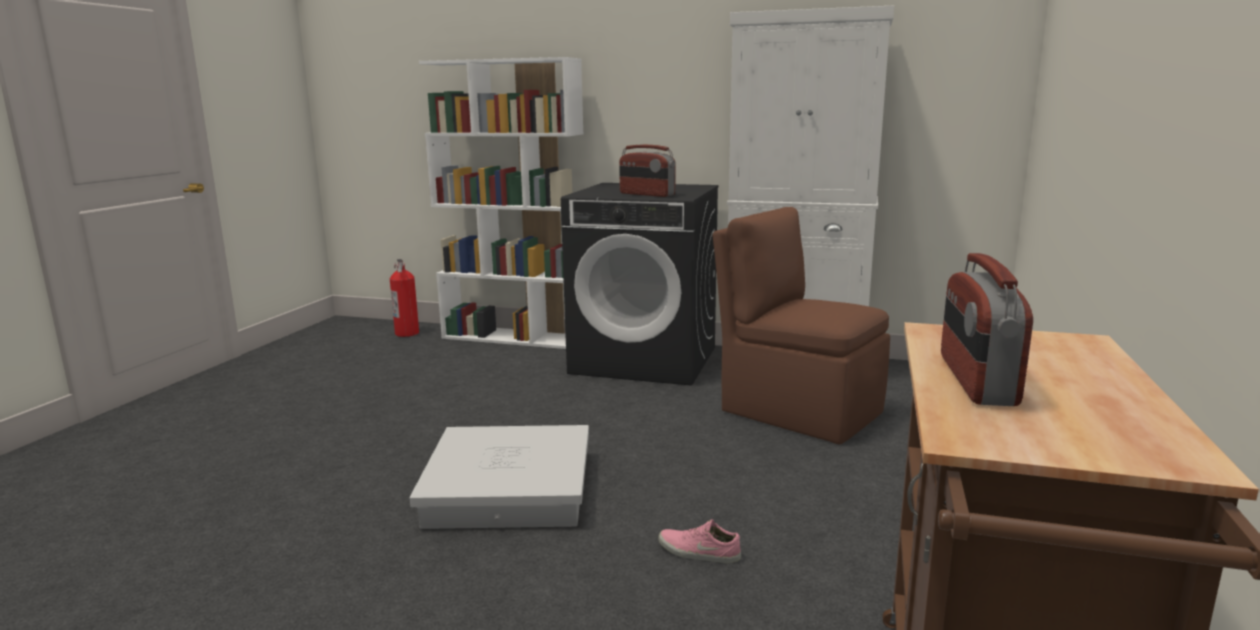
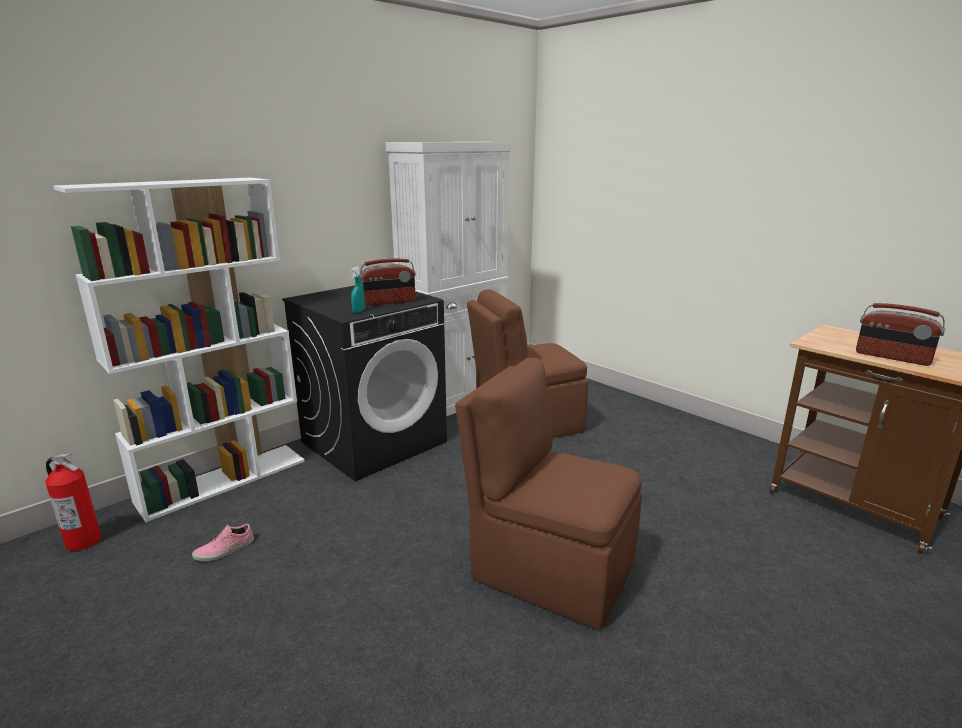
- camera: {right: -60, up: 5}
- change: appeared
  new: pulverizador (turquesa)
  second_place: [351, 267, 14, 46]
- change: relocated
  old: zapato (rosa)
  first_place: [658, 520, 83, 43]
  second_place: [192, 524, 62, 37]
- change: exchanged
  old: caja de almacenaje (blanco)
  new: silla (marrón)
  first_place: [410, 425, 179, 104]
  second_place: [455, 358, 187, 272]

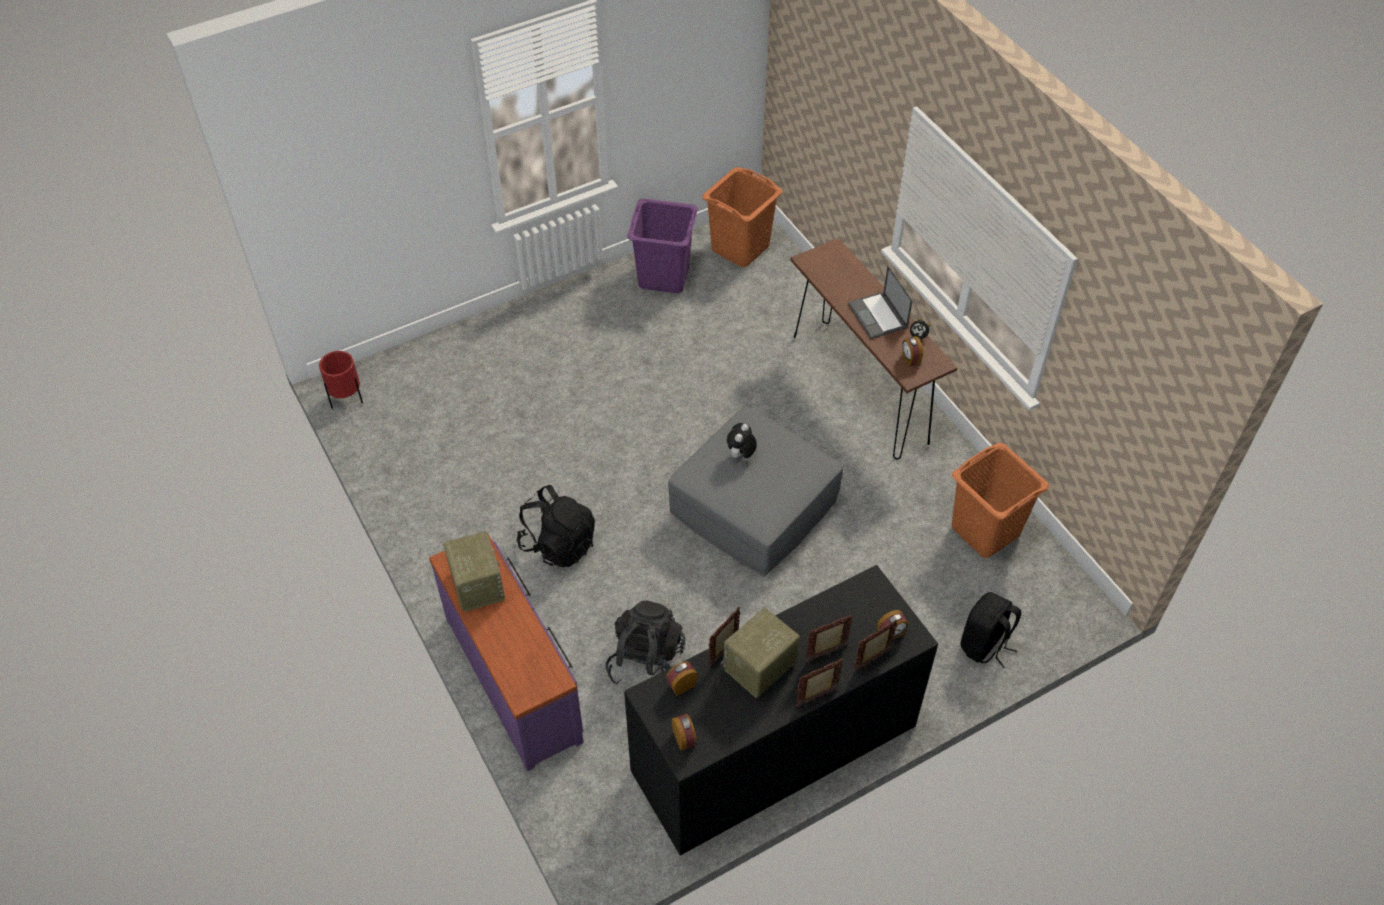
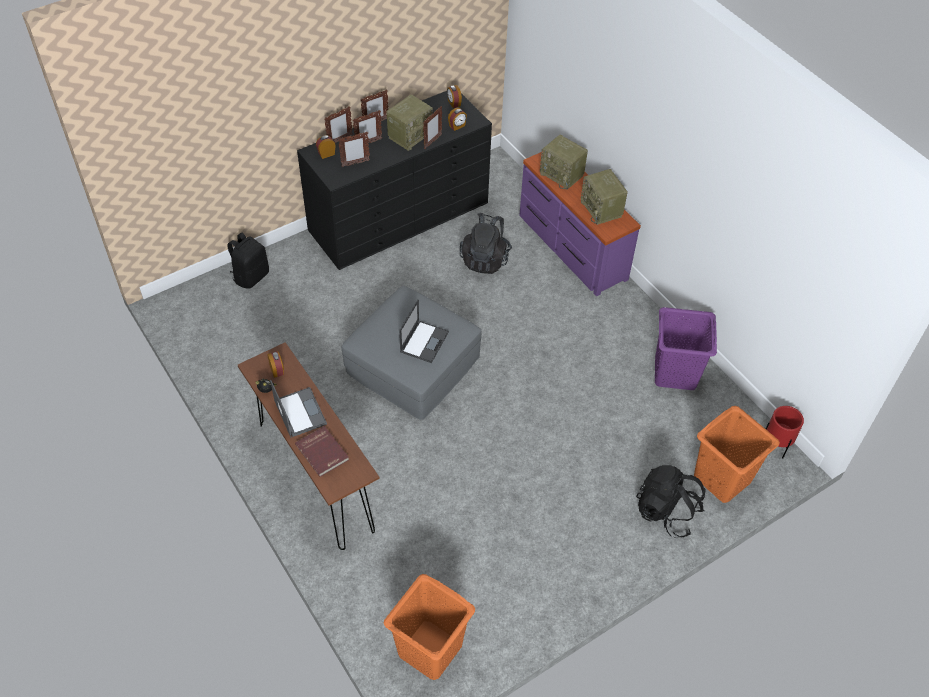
- camera: {right: 175, up: 0}
- change: appeared
  new: libro (rojo)
  second_place: [295, 426, 54, 51]
- change: appeared
  new: portarretratos
  second_place: [338, 132, 32, 35]
- change: appeared
  new: radio
  second_place: [540, 135, 48, 55]
- change: relocated
  old: mochila (negro)
  first_place: [516, 485, 79, 82]
  second_place: [636, 465, 70, 72]
- change: relocated
  old: cesto de la ropa (morado)
  first_place: [627, 198, 71, 95]
  second_place: [655, 307, 62, 83]
- change: relocated
  old: cesto de la ropa (naranja)
  first_place: [952, 443, 97, 115]
  second_place: [694, 406, 86, 97]
- change: exchanged
  old: peluche
  new: portátil
  first_place: [727, 423, 30, 36]
  second_place: [399, 299, 50, 64]

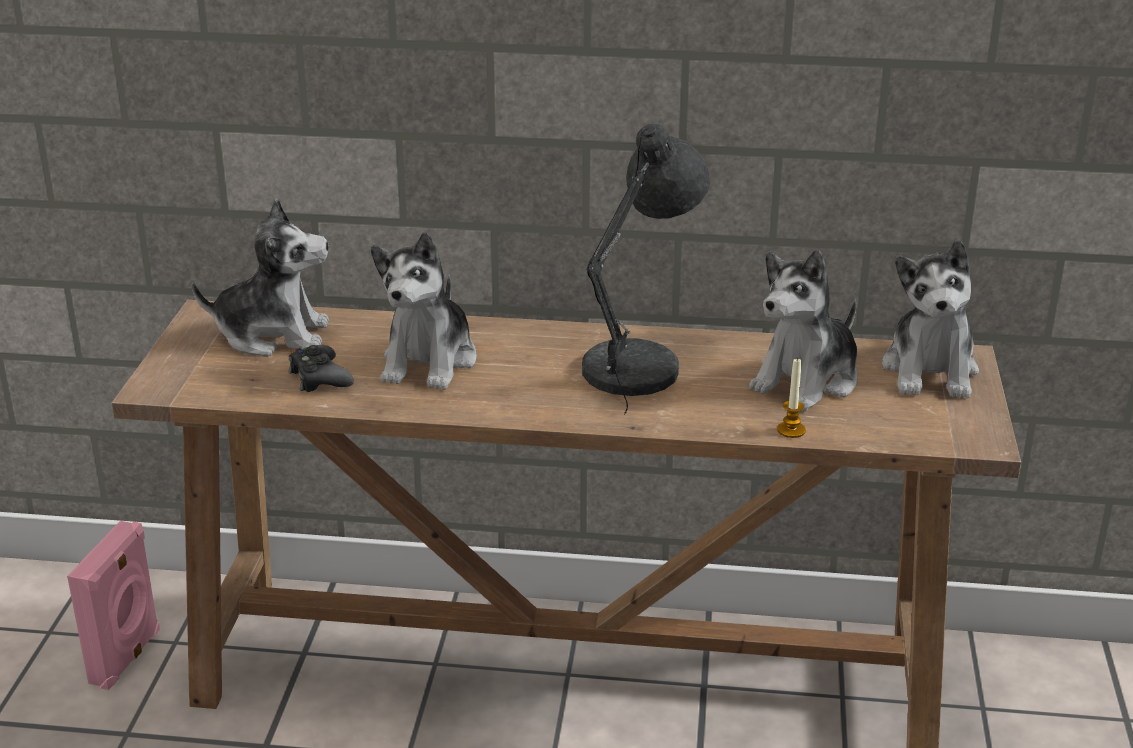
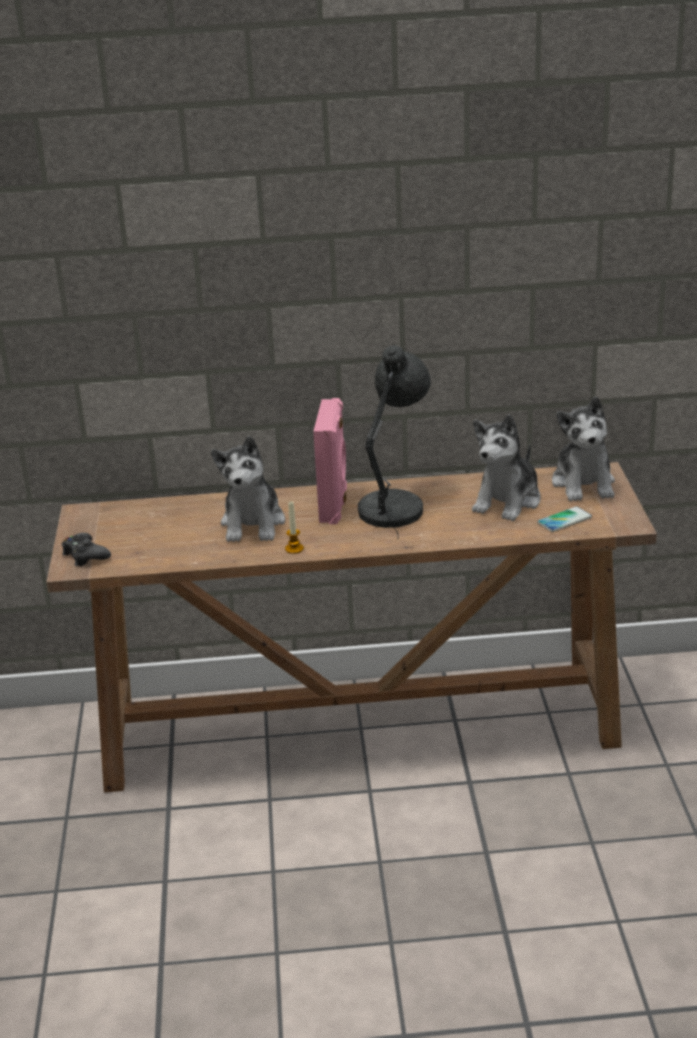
- camera: {right: -10, up: 0}
- change: missing
  old: peluche
  first_place: [192, 198, 137, 159]
- change: appeared
  new: móvil
  second_place: [537, 506, 55, 26]
- change: relocated
  old: altavoz (rosa)
  first_place: [67, 521, 93, 169]
  second_place: [313, 398, 34, 126]
- change: relocated
  old: mando de consola (negro)
  first_place: [288, 345, 66, 47]
  second_place: [62, 533, 49, 33]
- change: relocated
  old: vela
  first_place: [777, 357, 29, 81]
  second_place: [285, 502, 19, 52]

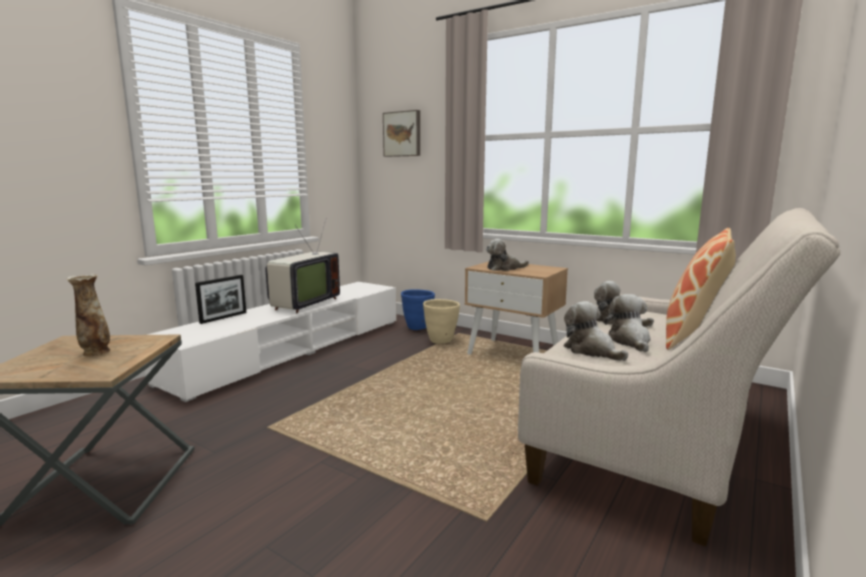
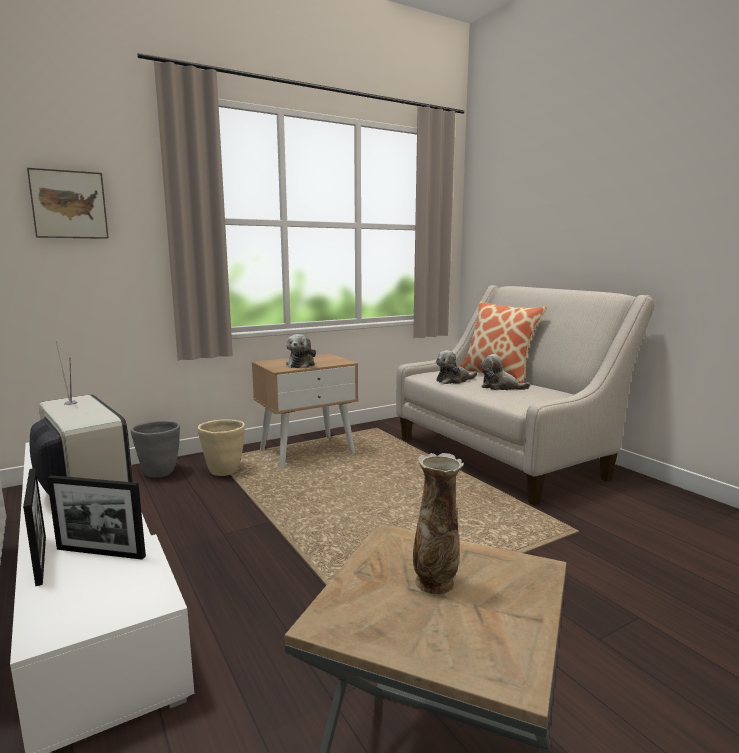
- camera: {right: -65, up: 0}
- change: missing
  old: peluche
  first_place: [564, 301, 64, 60]
- change: appeared
  new: portarretratos
  second_place: [47, 475, 99, 85]
- change: colour
  old: maceta (azul)
  new: maceta (gris)
  first_place: [401, 289, 34, 41]
  second_place: [131, 421, 49, 57]

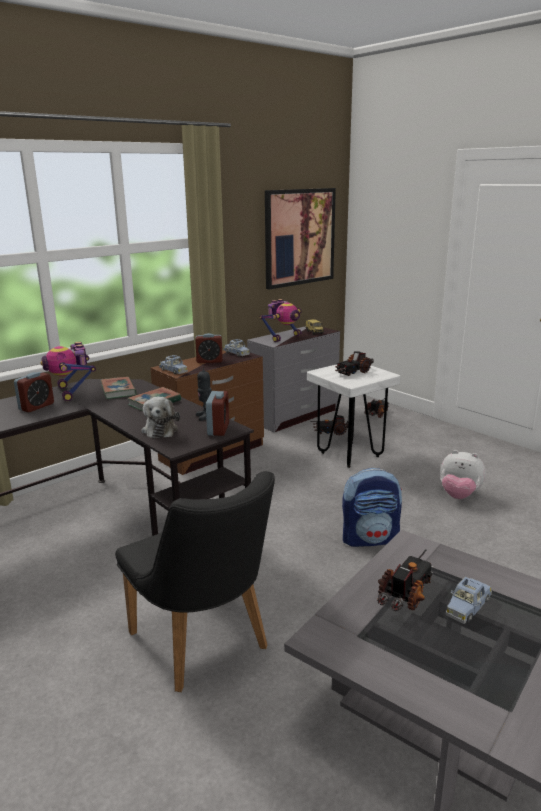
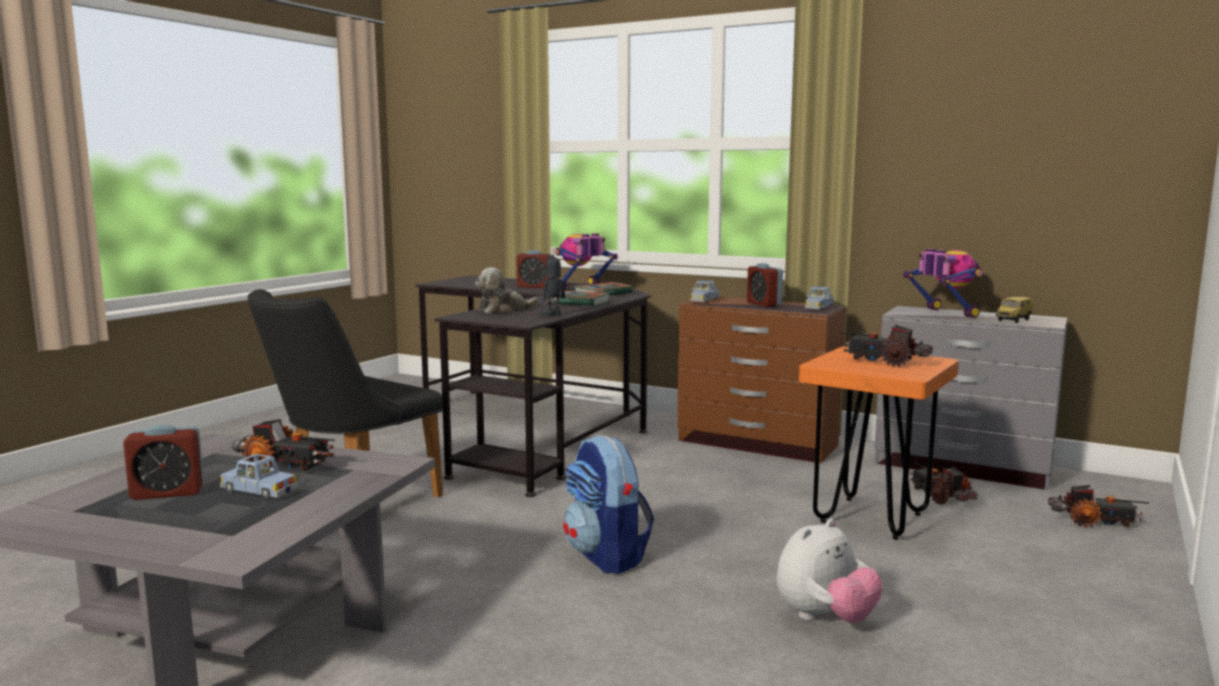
- camera: {right: 70, up: -10}
- change: missing
  old: cuadro
  first_place: [265, 188, 71, 101]
- change: relocated
  old: despertador
  first_place: [206, 391, 23, 45]
  second_place: [123, 425, 81, 75]
- change: colour
  old: taburete (blanco)
  new: taburete (naranja)
  first_place: [307, 365, 93, 103]
  second_place: [799, 347, 160, 193]
- change: spun
  old: robot de juguete
  first_place: [259, 299, 43, 43]
  second_place: [903, 249, 79, 69]
  degrees: -135
- change: spun
  old: peluche
  first_place: [441, 450, 45, 49]
  second_place: [777, 519, 106, 104]
  degrees: -135

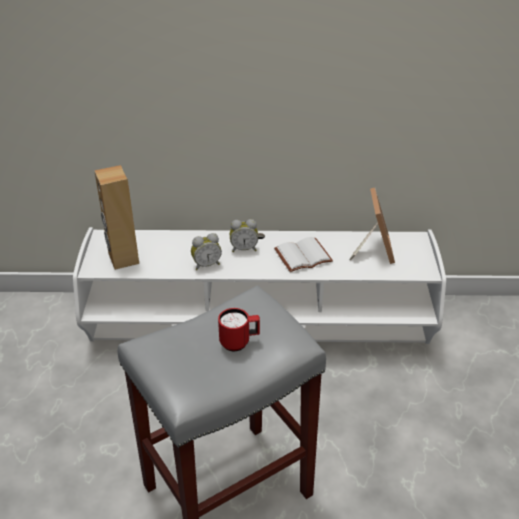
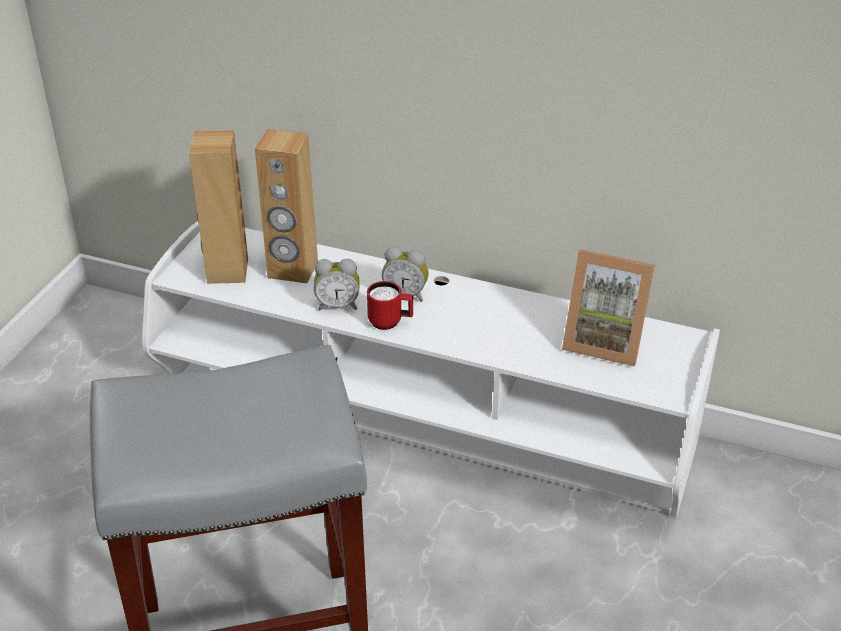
- camera: {right: 20, up: 0}
- change: missing
  old: libro (blanco)
  first_place: [274, 237, 59, 35]
- change: appeared
  new: altavoz (marrón)
  second_place: [255, 129, 63, 154]
- change: relocated
  old: taza grande (rojo)
  first_place: [218, 308, 42, 43]
  second_place: [367, 281, 46, 49]
- change: spun
  old: portarretratos
  first_place: [349, 188, 46, 76]
  second_place: [562, 249, 93, 117]
  degrees: 90

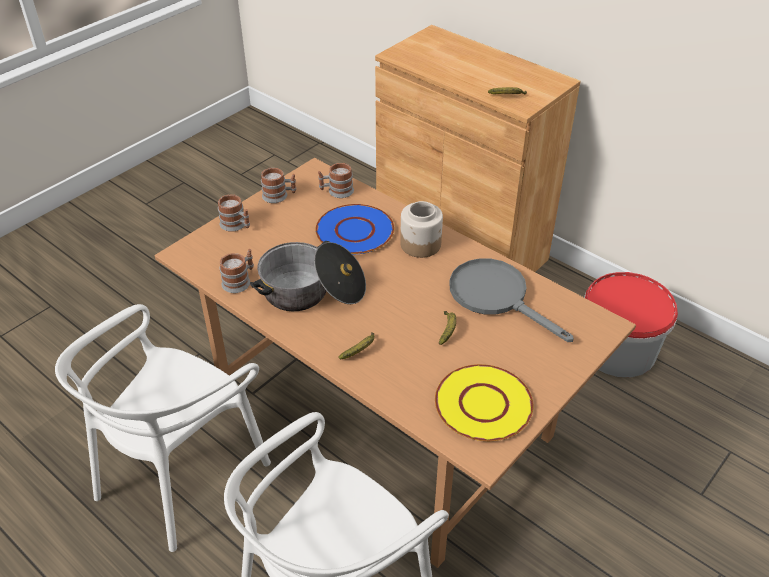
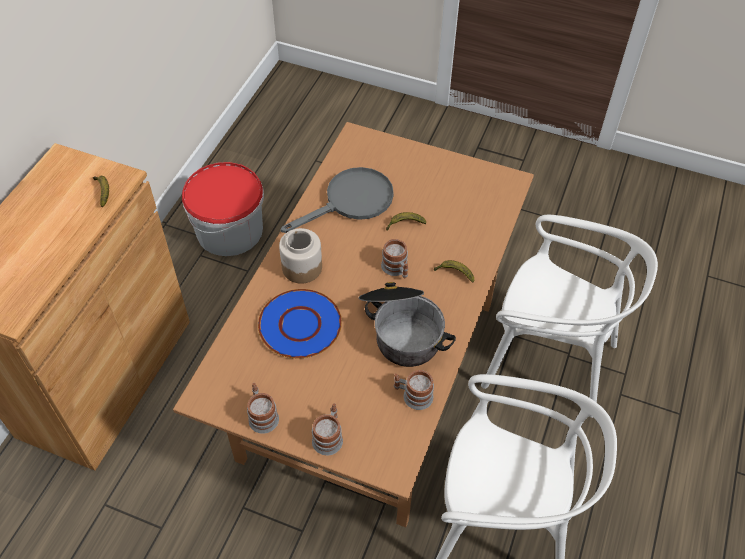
- camera: {right: -110, up: 10}
- change: missing
  old: plato (amarillo)
  first_place: [435, 364, 98, 77]
- change: relocated
  old: taza grande
  first_place: [318, 163, 36, 35]
  second_place: [381, 239, 27, 40]
- change: spun
  old: sartén (gris)
  first_place: [449, 258, 125, 84]
  second_place: [281, 167, 113, 66]
  degrees: -150

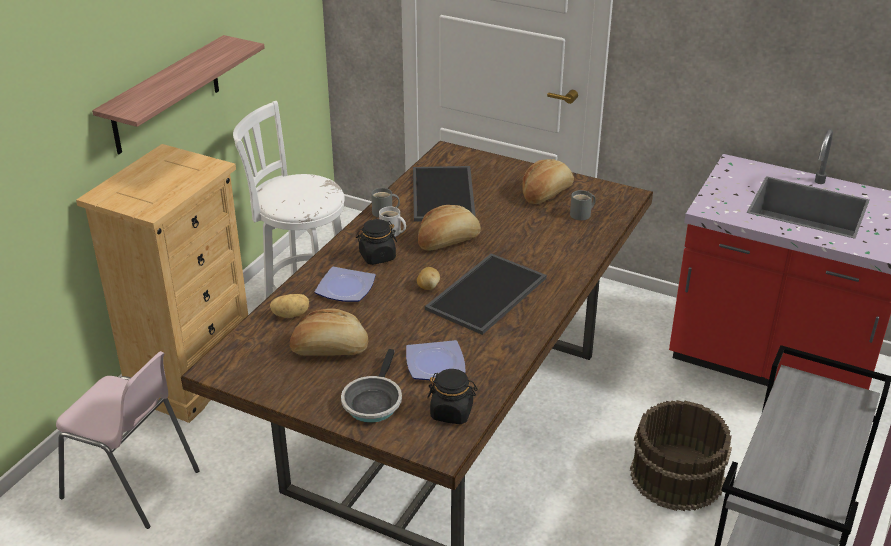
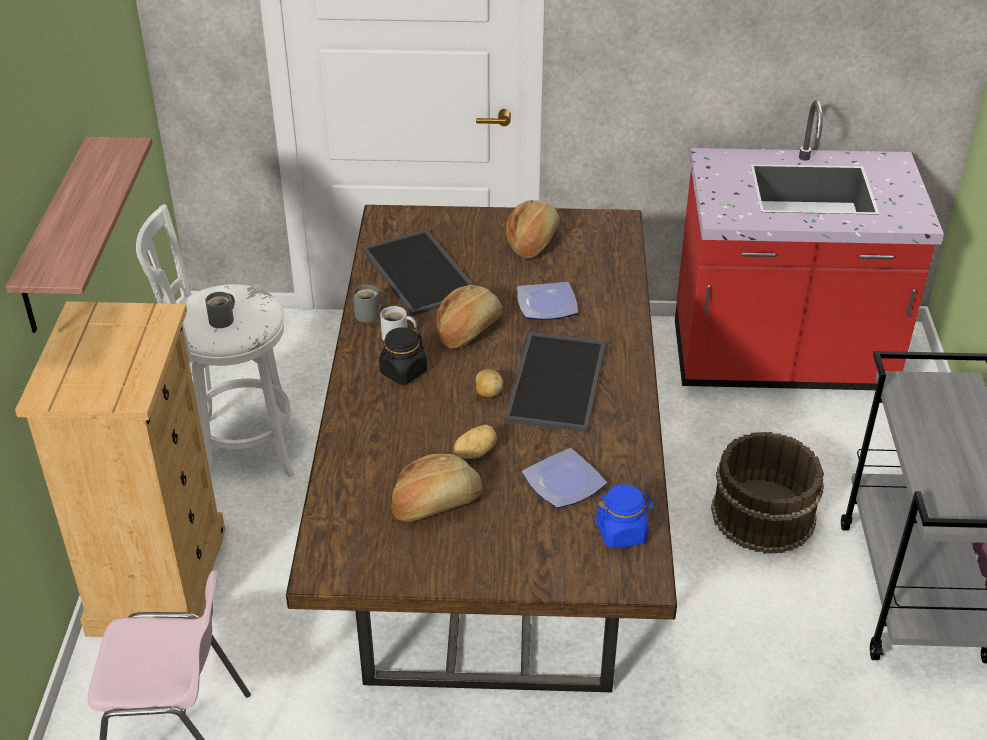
- camera: {right: -25, up: 5}
- change: missing
  old: sartén
  first_place: [341, 349, 61, 74]
- change: relocated
  old: patata
  first_place: [270, 294, 39, 24]
  second_place: [454, 425, 43, 34]
- change: relocated
  old: plato
  first_place: [315, 267, 61, 35]
  second_place: [517, 282, 61, 38]
- change: relocated
  old: taza grande (gris)
  first_place: [570, 190, 26, 30]
  second_place: [205, 292, 30, 36]
- change: colour
  old: tarro (negro)
  new: tarro (azul)
  first_place: [427, 369, 51, 55]
  second_place: [594, 484, 60, 64]

